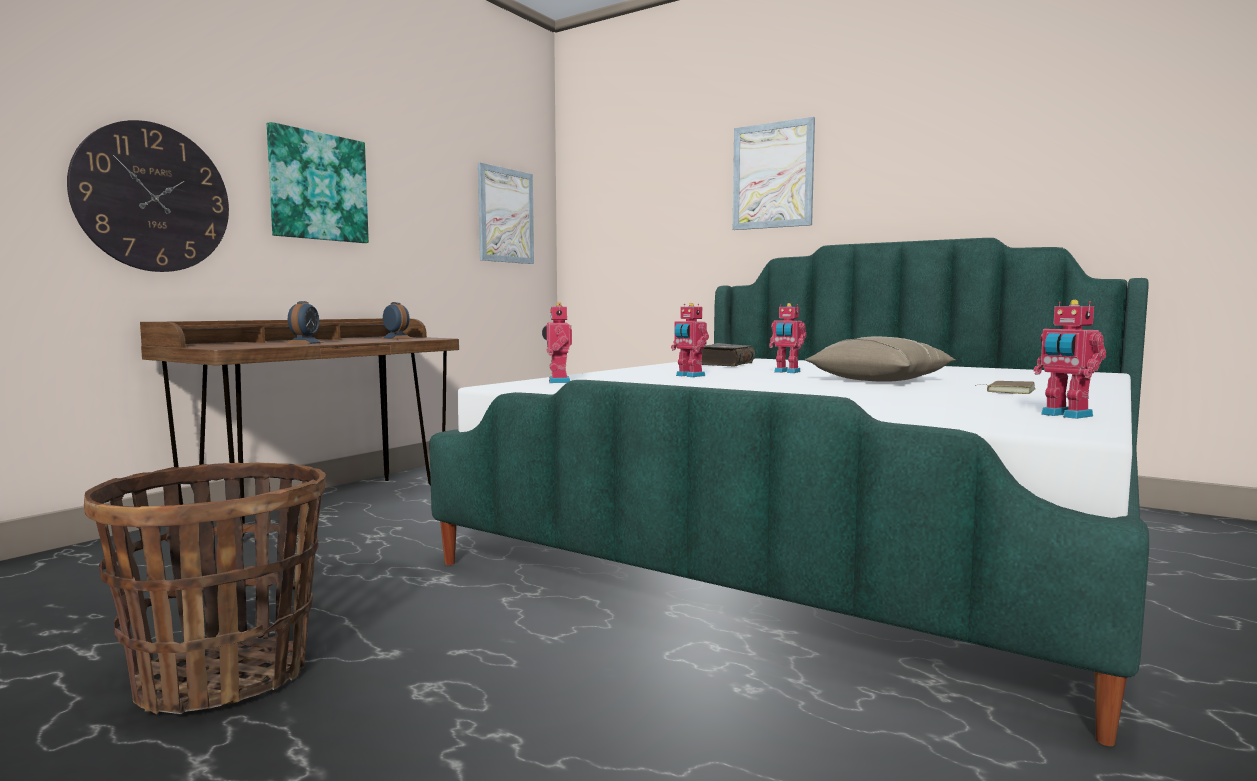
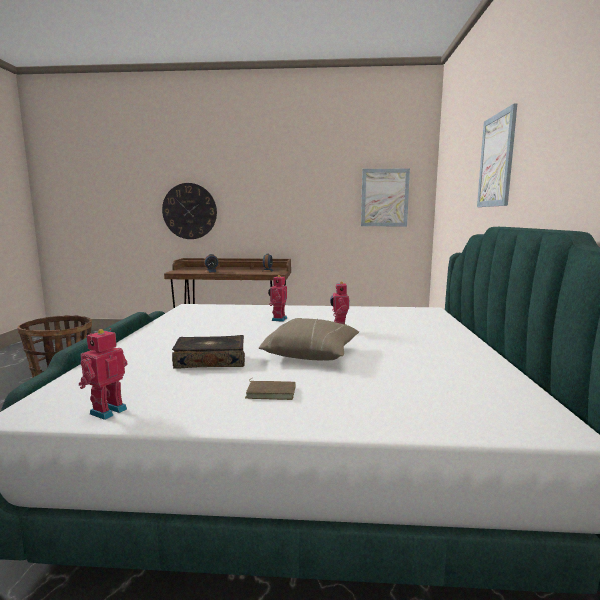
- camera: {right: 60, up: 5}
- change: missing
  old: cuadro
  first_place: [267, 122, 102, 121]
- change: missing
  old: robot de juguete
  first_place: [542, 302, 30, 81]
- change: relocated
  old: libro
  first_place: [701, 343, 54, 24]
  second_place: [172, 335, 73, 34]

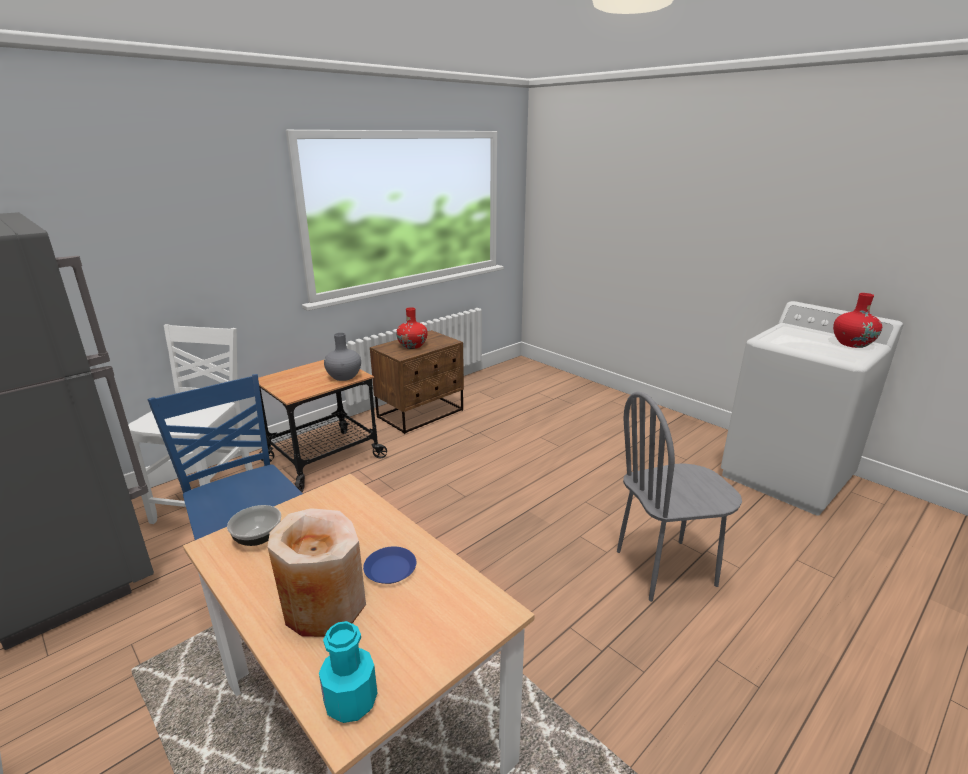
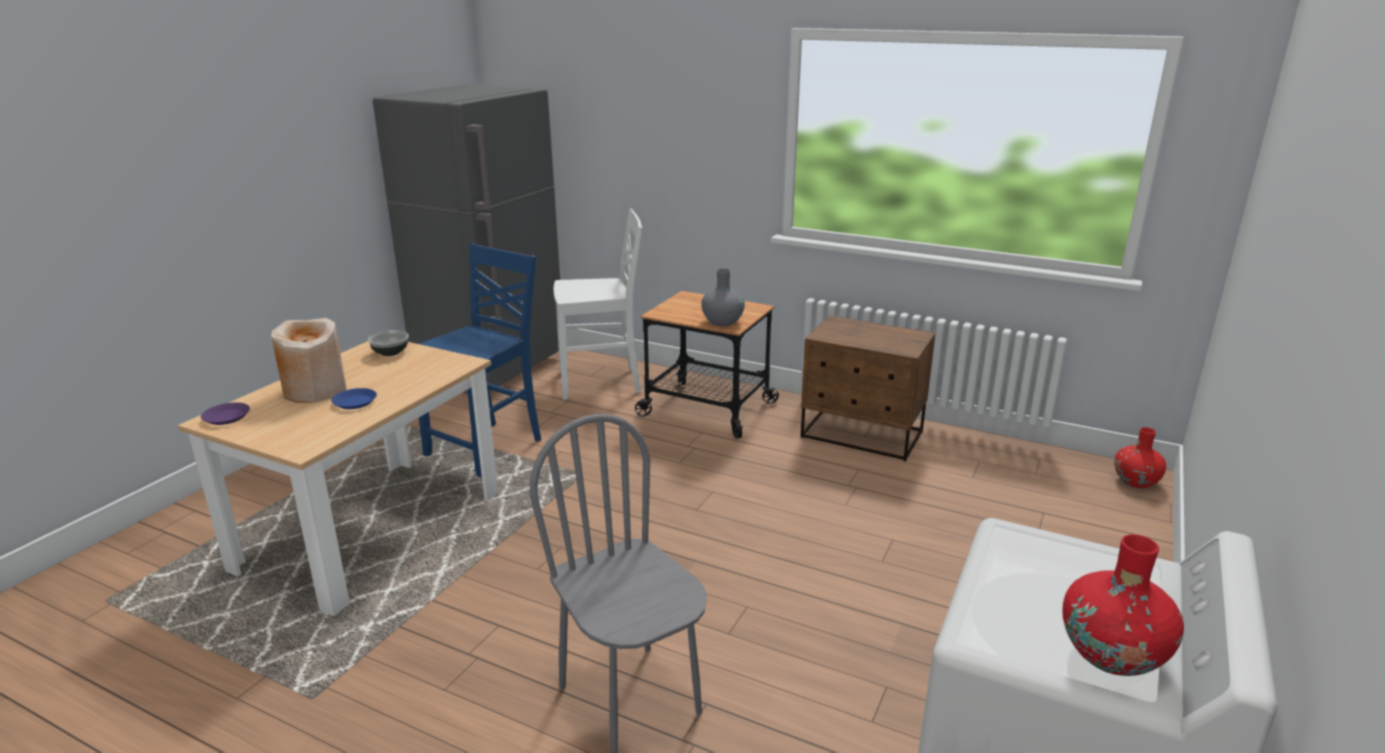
- camera: {right: 70, up: 0}
- change: relocated
  old: florero (rojo)
  first_place: [396, 307, 32, 42]
  second_place: [1114, 427, 52, 61]
- change: exchanged
  old: botella (turquesa)
  new: plato (morado)
  first_place: [319, 621, 58, 102]
  second_place: [201, 402, 49, 23]

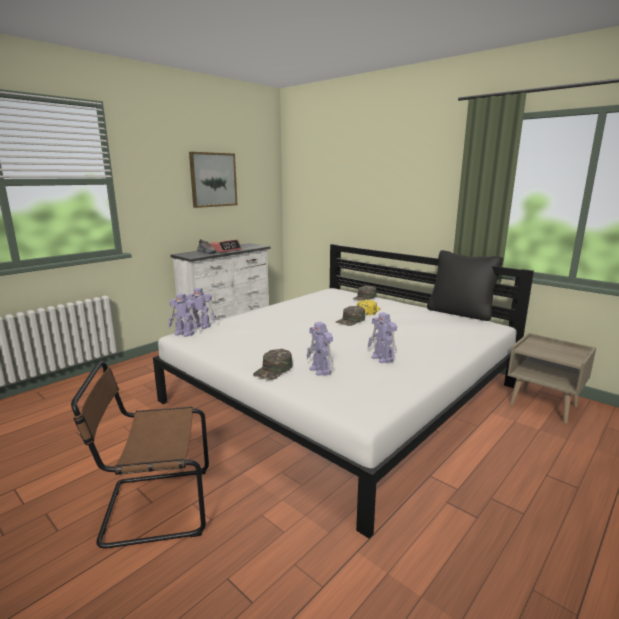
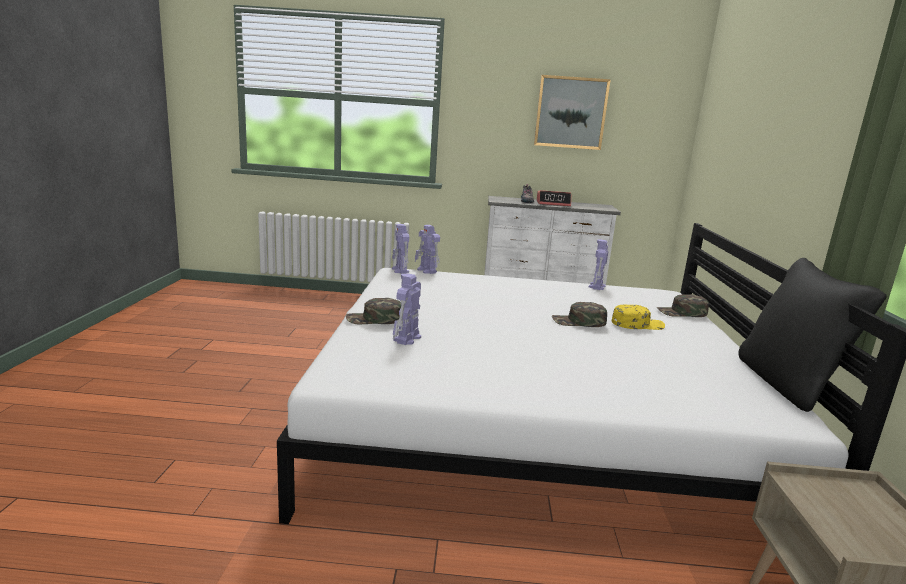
- camera: {right: 50, up: 0}
- change: missing
  old: silla (marrón)
  first_place: [71, 361, 138, 187]
- change: relocated
  old: robot de juguete
  first_place: [368, 312, 29, 51]
  second_place: [589, 240, 20, 50]

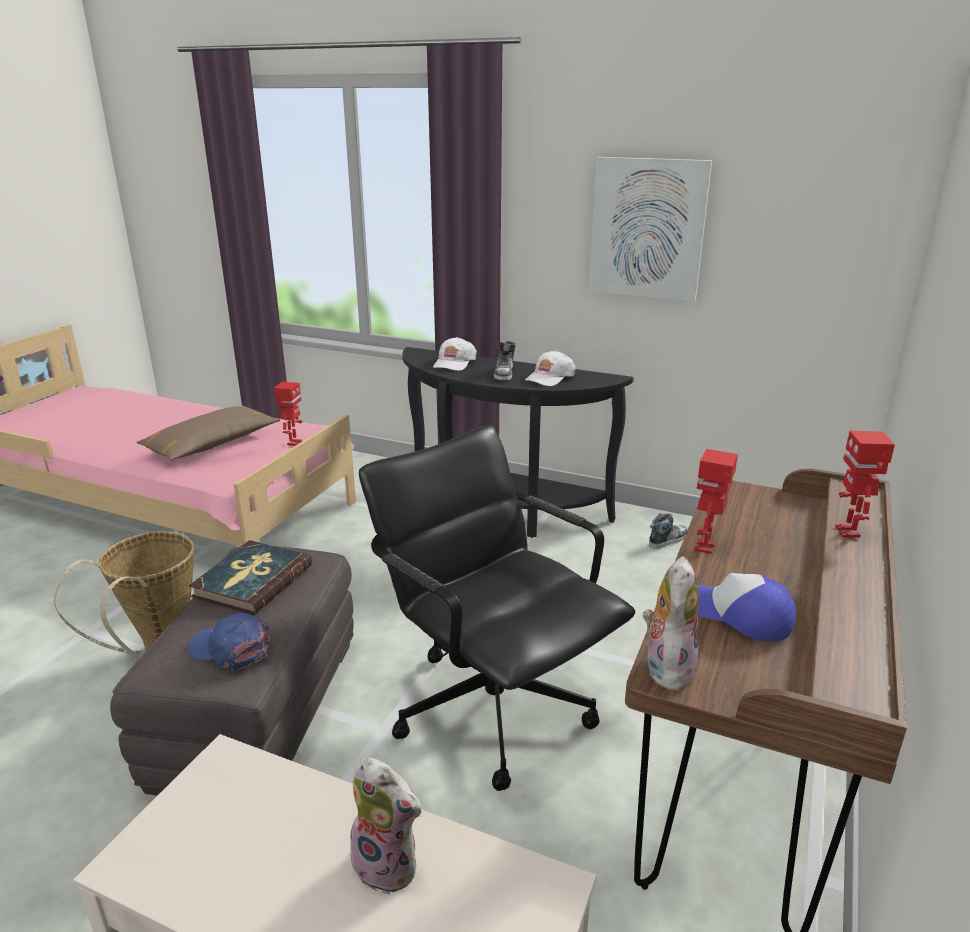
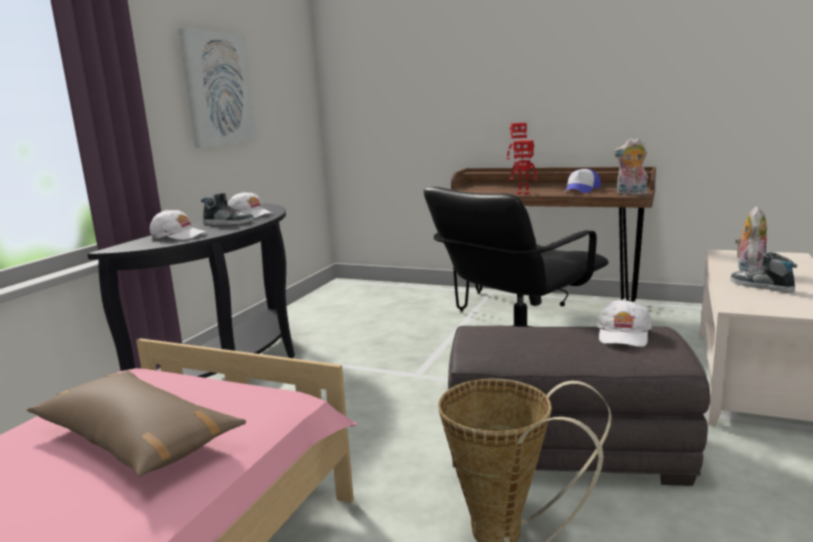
- camera: {right: -90, up: -10}
- change: missing
  old: libro
  first_place: [189, 540, 123, 75]
- change: missing
  old: robot de juguete
  first_place: [274, 382, 29, 64]
- change: relocated
  old: zapato
  first_place: [649, 513, 38, 36]
  second_place: [730, 252, 67, 41]
- change: colour
  old: gorra (azul)
  new: gorra (blanco)
  first_place: [188, 613, 83, 56]
  second_place: [597, 299, 55, 48]

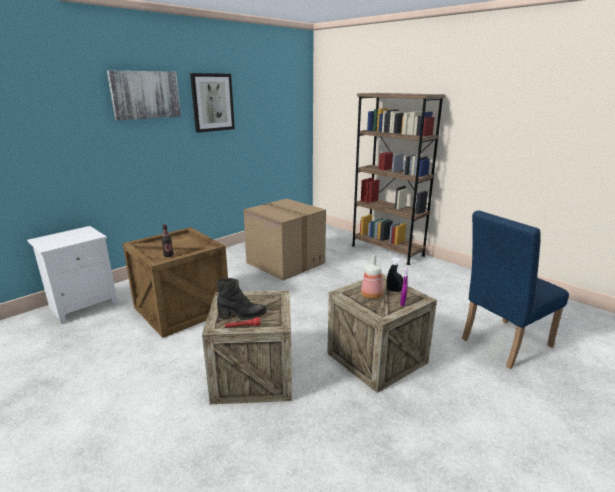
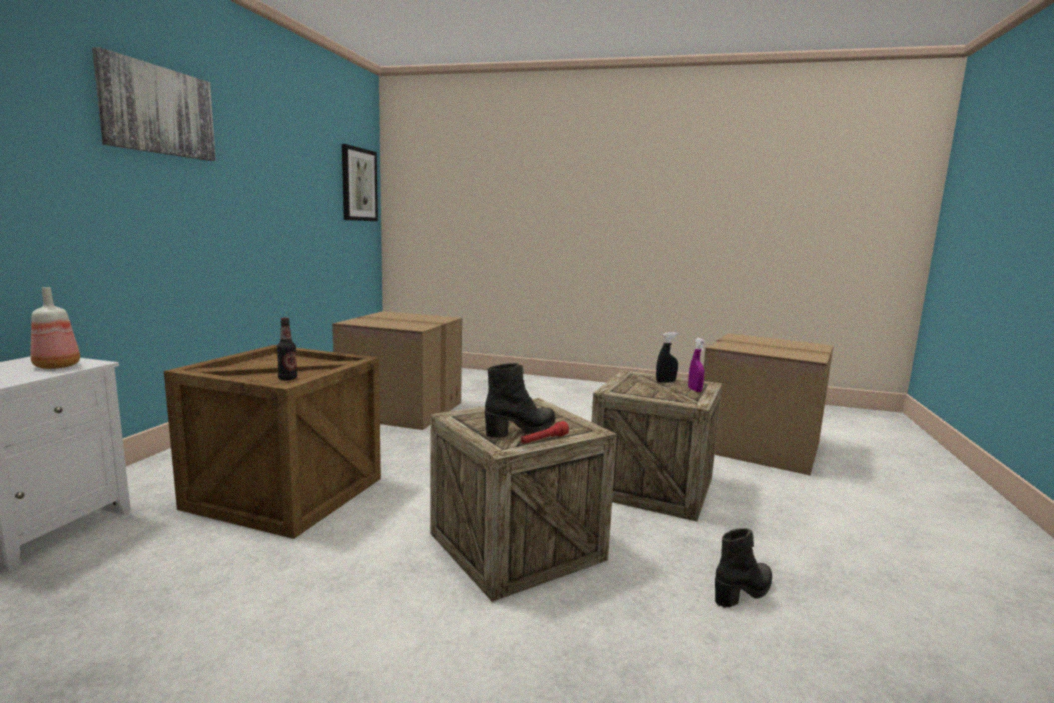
- camera: {right: -30, up: -10}
- change: missing
  old: estantería (marrón)
  first_place: [352, 93, 94, 172]
- change: appeared
  new: bota (negro)
  second_place: [715, 528, 57, 80]
- change: relocated
  old: cuadro
  first_place: [190, 73, 45, 60]
  second_place: [342, 144, 36, 77]
- change: relocated
  old: botella
  first_place: [361, 254, 22, 45]
  second_place: [31, 287, 49, 82]
- change: exchanged
  old: silla (azul)
  new: caja de cartón
  first_place: [462, 210, 107, 159]
  second_place: [704, 333, 130, 143]

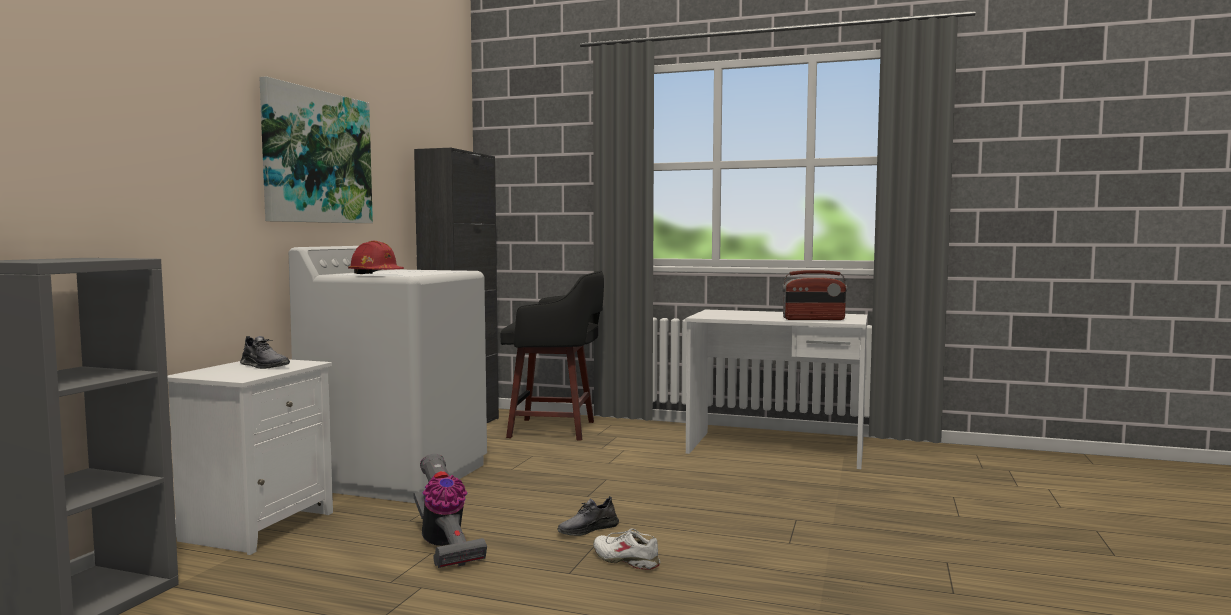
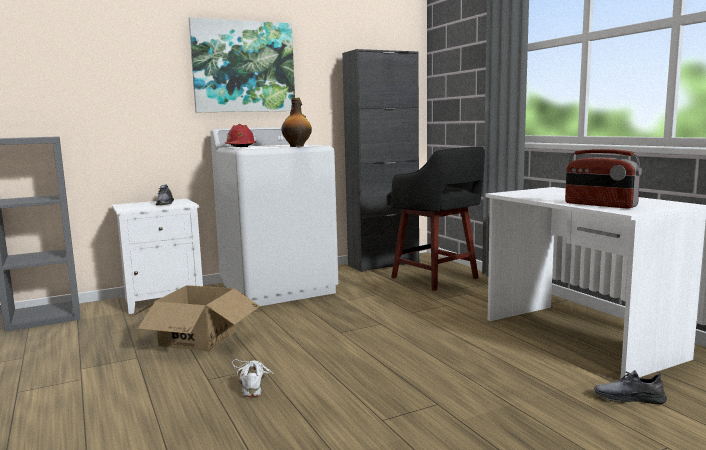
- camera: {right: 45, up: 5}
- change: appeared
  new: botella
  second_place: [281, 98, 31, 49]
- change: relocated
  old: zapato (gris)
  first_place: [558, 496, 61, 40]
  second_place: [594, 370, 73, 35]
- change: exchanged
  old: aspiradora
  new: caja de cartón
  first_place: [414, 454, 73, 114]
  second_place: [131, 285, 129, 66]

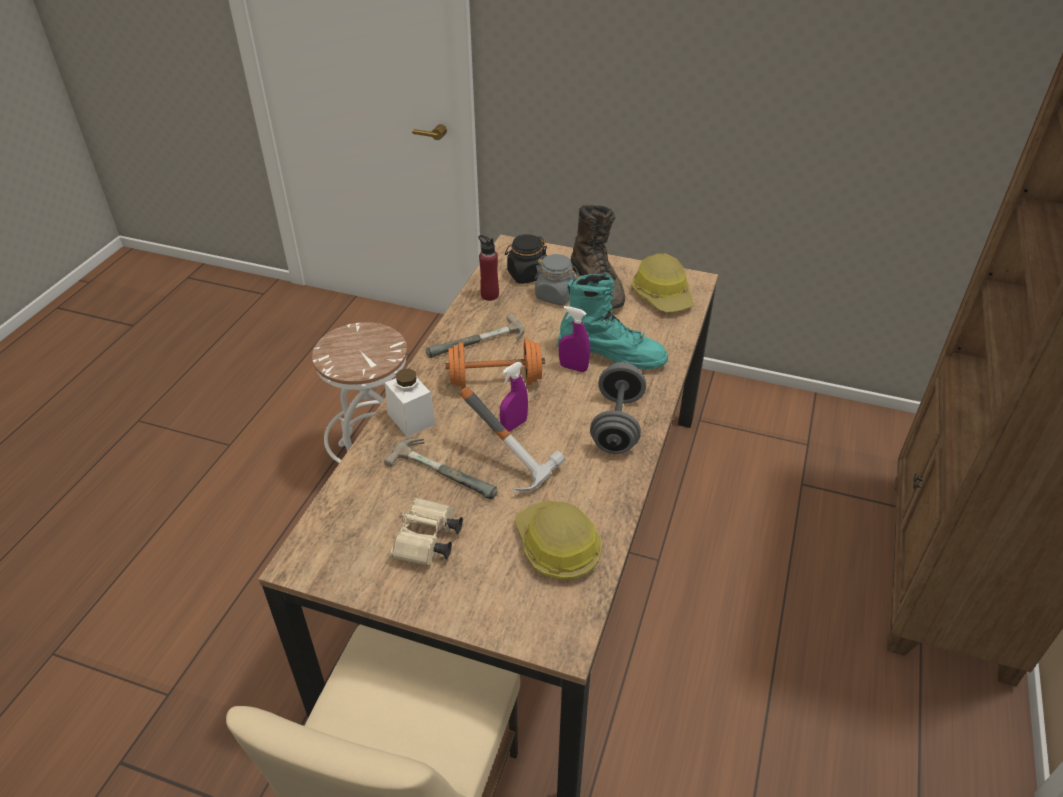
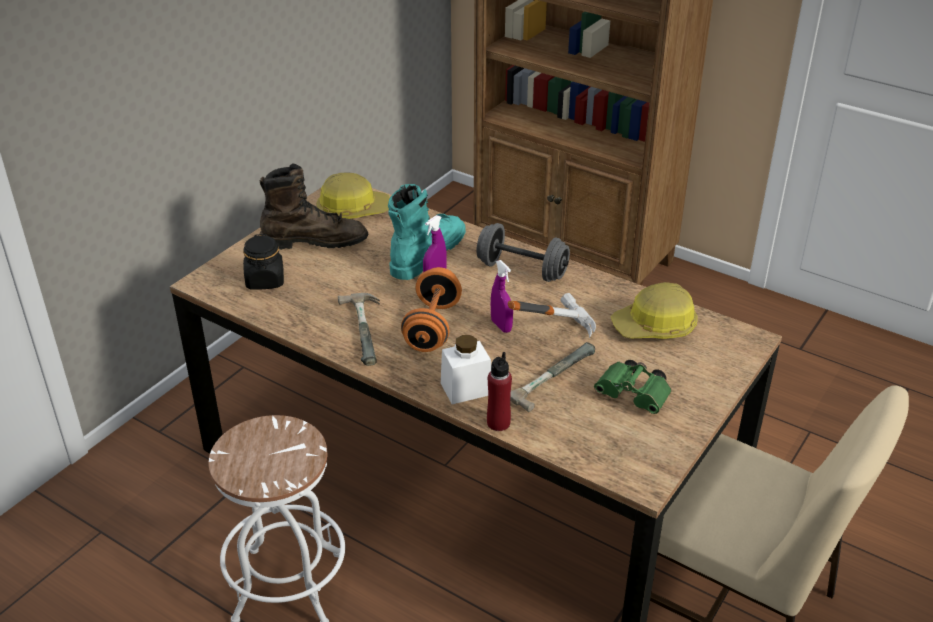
- camera: {right: -75, up: -5}
- change: missing
  old: tarro (gris)
  first_place: [535, 254, 44, 51]
- change: relocated
  old: botella (rojo)
  first_place: [478, 235, 21, 66]
  second_place: [487, 352, 25, 79]
- change: colour
  old: prismáticos (beis)
  new: prismáticos (verde)
  first_place: [390, 498, 73, 68]
  second_place: [594, 360, 78, 54]

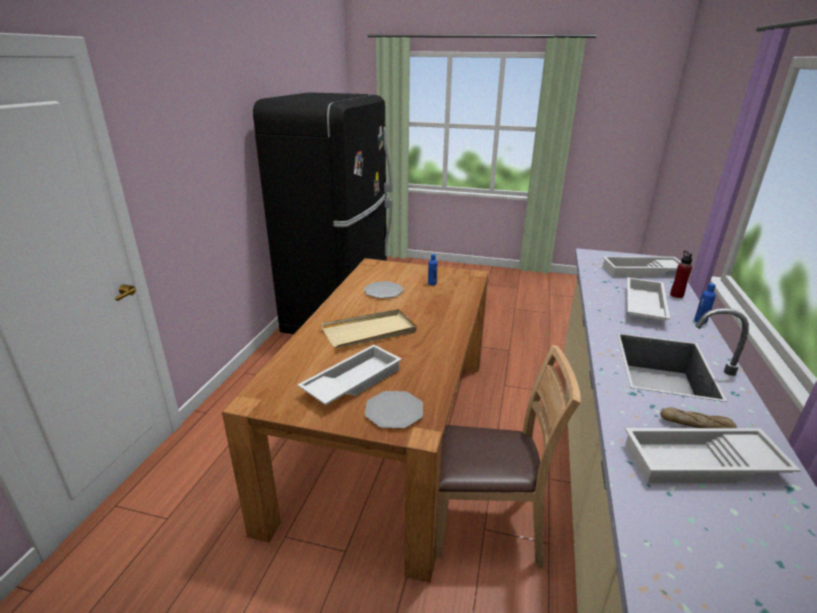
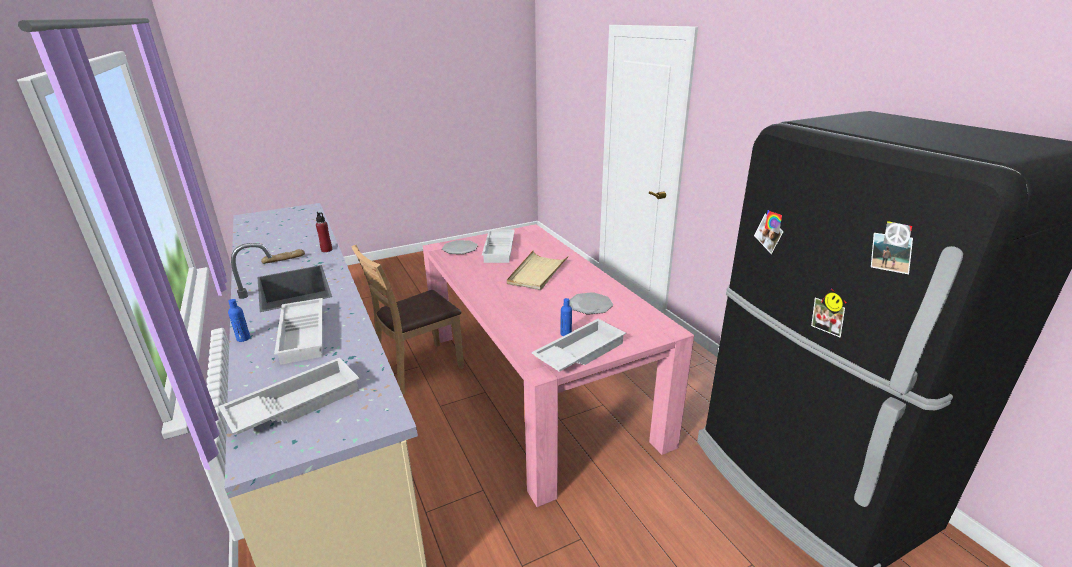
- camera: {right: 140, up: 0}
- change: relocated
  old: bandeja (blanco)
  first_place: [625, 428, 176, 55]
  second_place: [532, 319, 94, 53]
- change: relocated
  old: botella (rojo)
  first_place: [670, 251, 22, 47]
  second_place: [316, 212, 16, 40]
- change: colour
  old: mesa de comedor (marrón)
  new: mesa de comedor (rosa)
  first_place: [222, 258, 266, 325]
  second_place: [423, 224, 271, 283]

